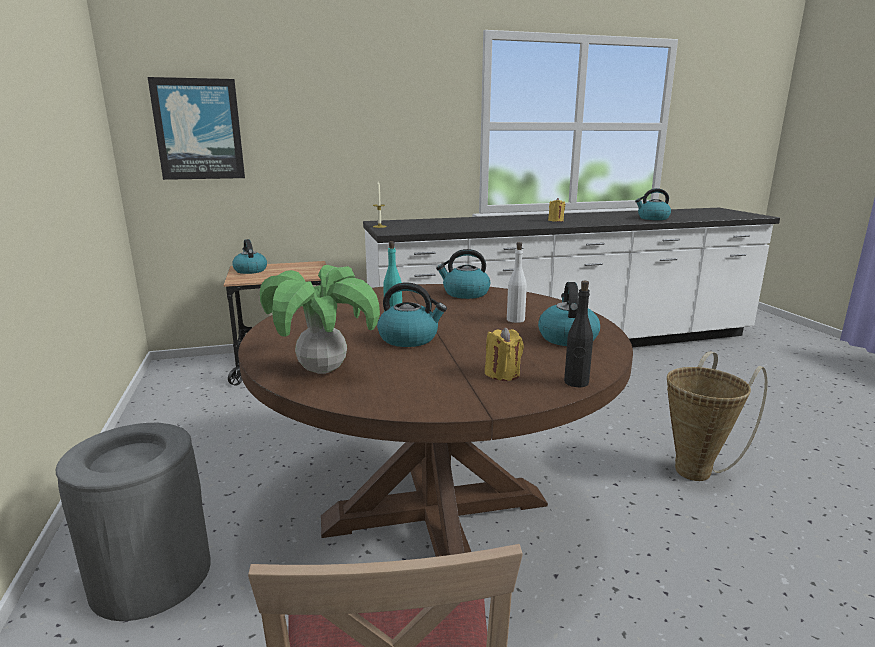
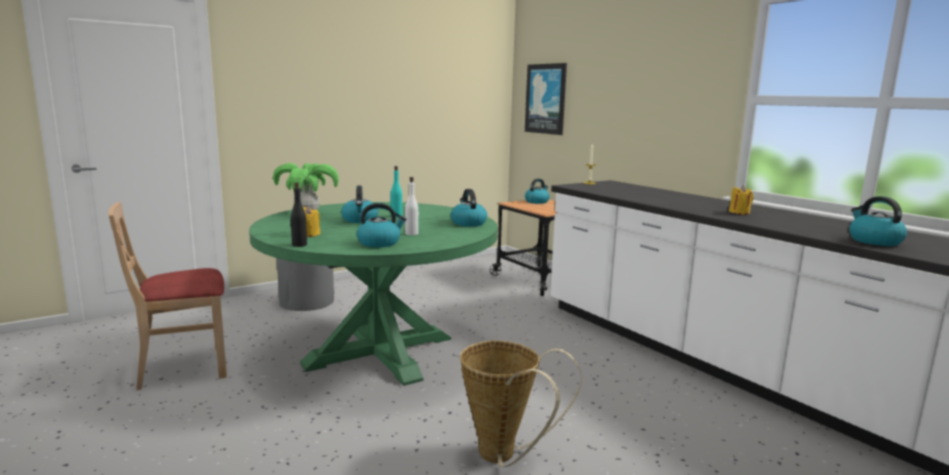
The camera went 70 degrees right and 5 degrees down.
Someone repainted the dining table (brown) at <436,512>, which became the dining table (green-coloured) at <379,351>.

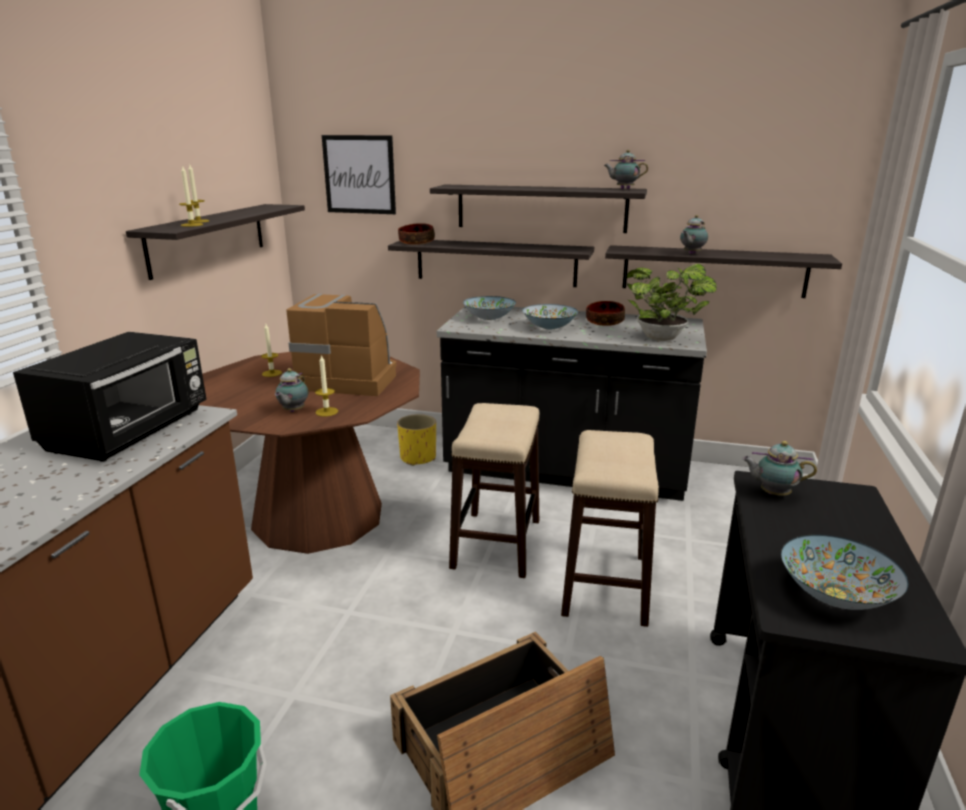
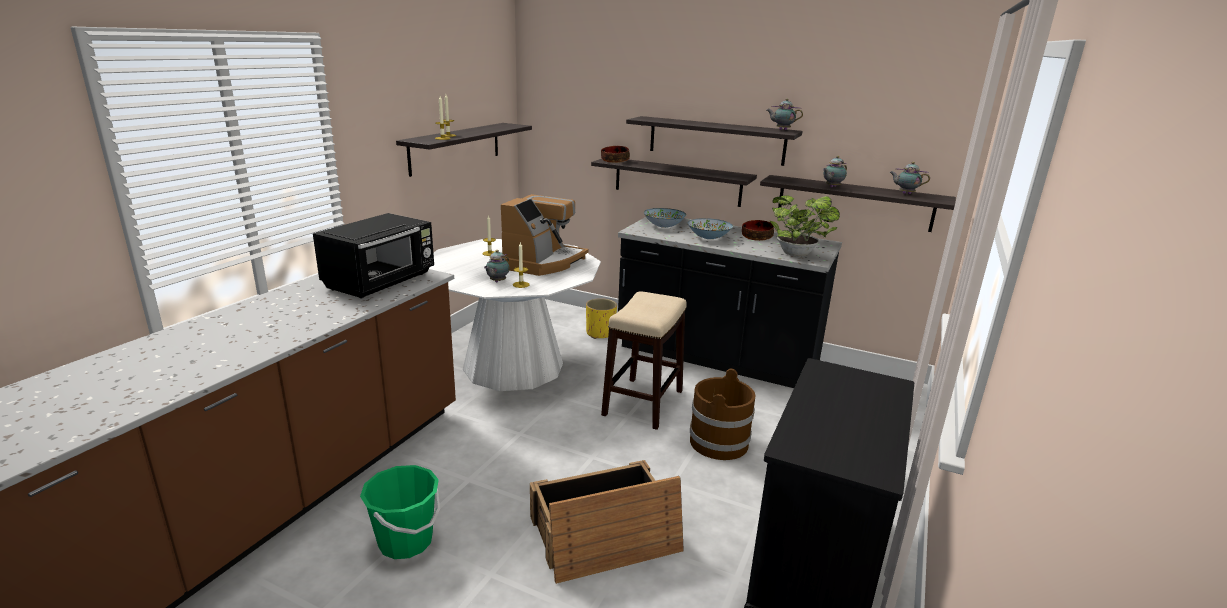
The camera went 10 degrees right and 0 degrees up.
Someone repainted the dining table (brown) at <318,516>, which became the dining table (whitish) at <513,366>.
Someone rotated the coffee maker at <347,379> by 90 degrees clockwise.
Someone swapped the stool seat at <605,584> for the water bucket (brown) at <718,442>.
Someone carried the pot for tea from <772,493> to <905,193>.
Someone took away the picture at <359,174>.
Someone took away the deep dish at <834,595>.

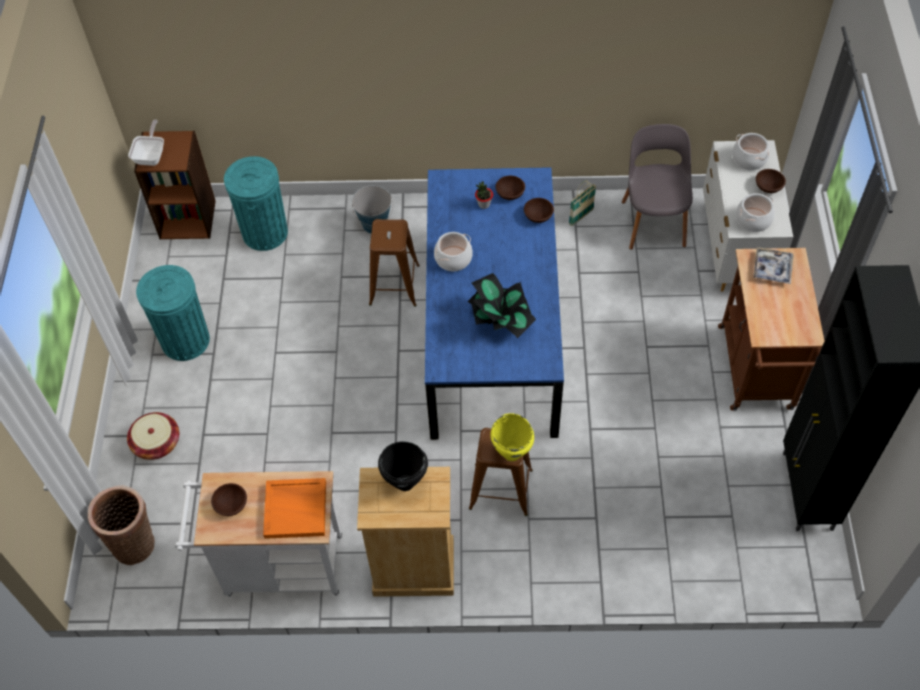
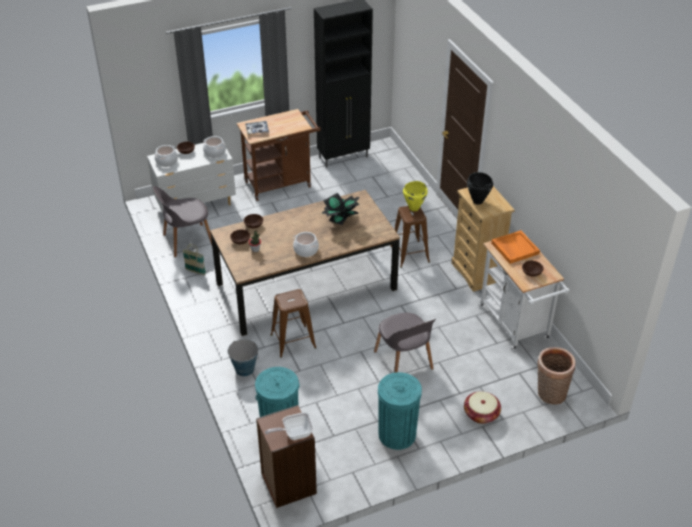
The camera went 115 degrees left and 15 degrees down.
Someone repainted the dining table (blue) at <491,330>, which became the dining table (brown) at <306,287>.
Someone put down the chair (greyish) at <404,361>.

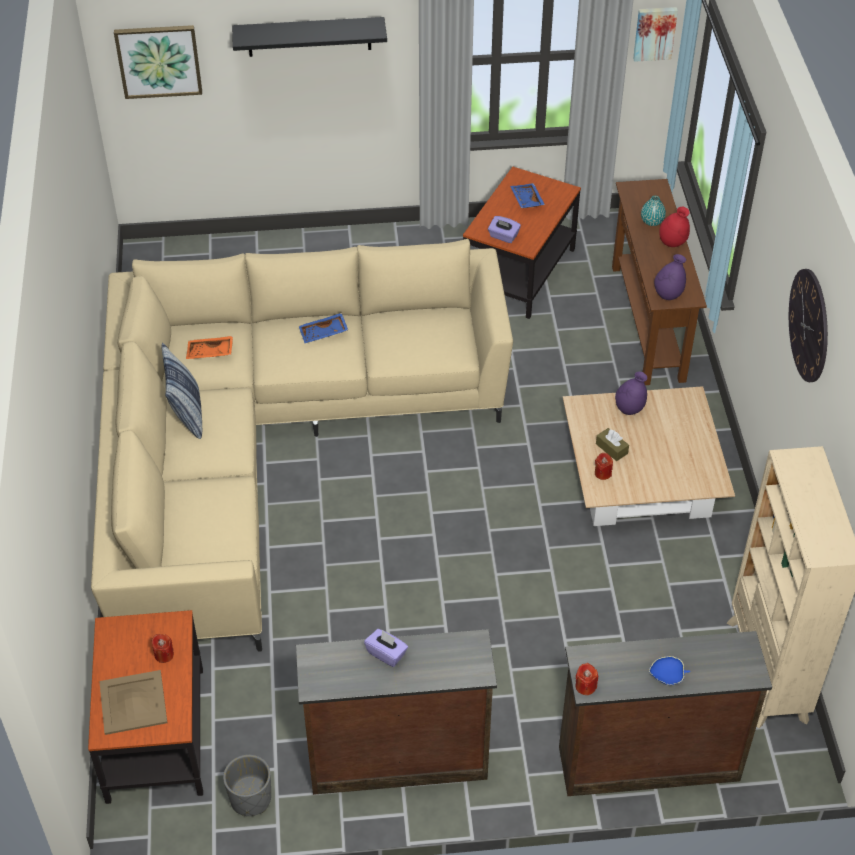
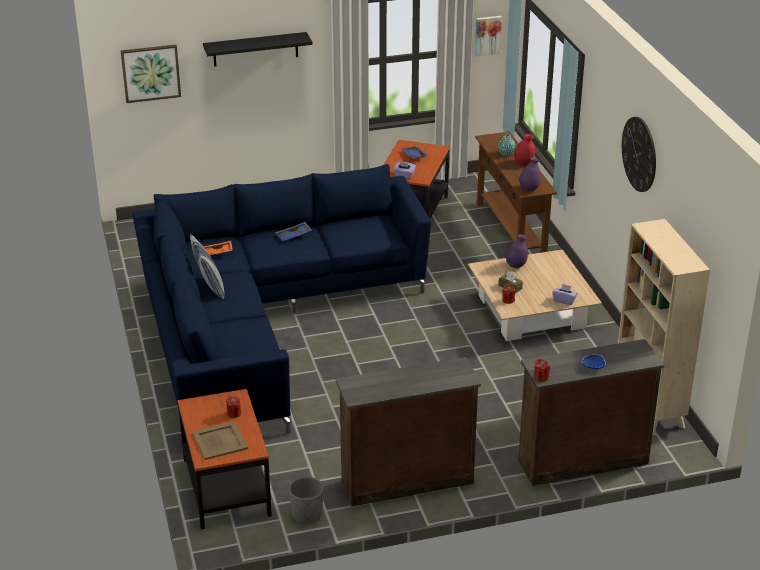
The camera went 10 degrees left and 15 degrees down.
Someone repainted the settee (sand-coloured) at <266,449>, which became the settee (blue) at <260,324>.
Someone carried the tissue box (purple-coloured) from <386,653> to <564,300>.

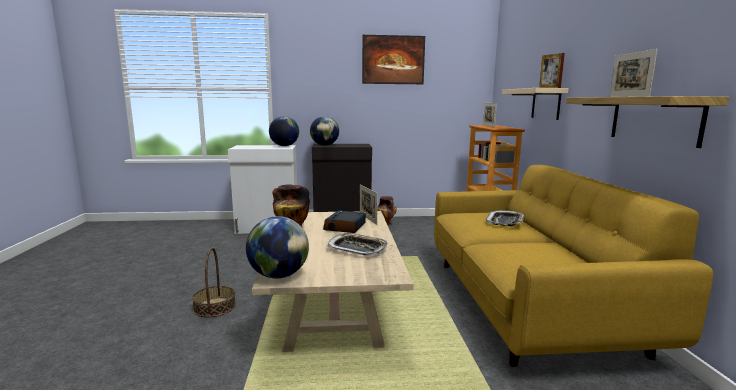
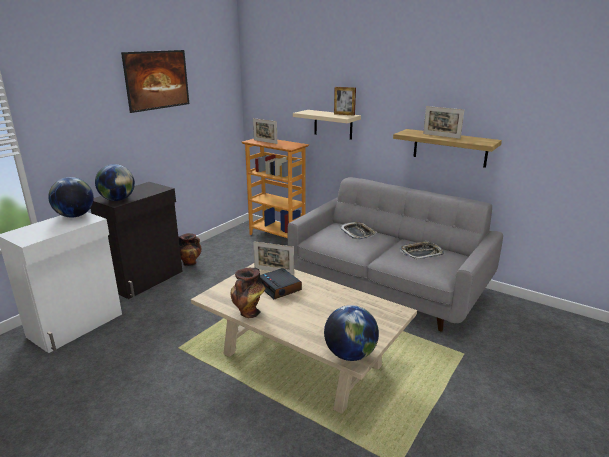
The camera went 50 degrees left and 10 degrees up.
Someone repainted the settee (yellow-coloured) at <526,303>, which became the settee (greyish) at <388,287>.
Someone carried the tray from <357,248> to <421,253>.
Someone took away the basket at <214,307>.

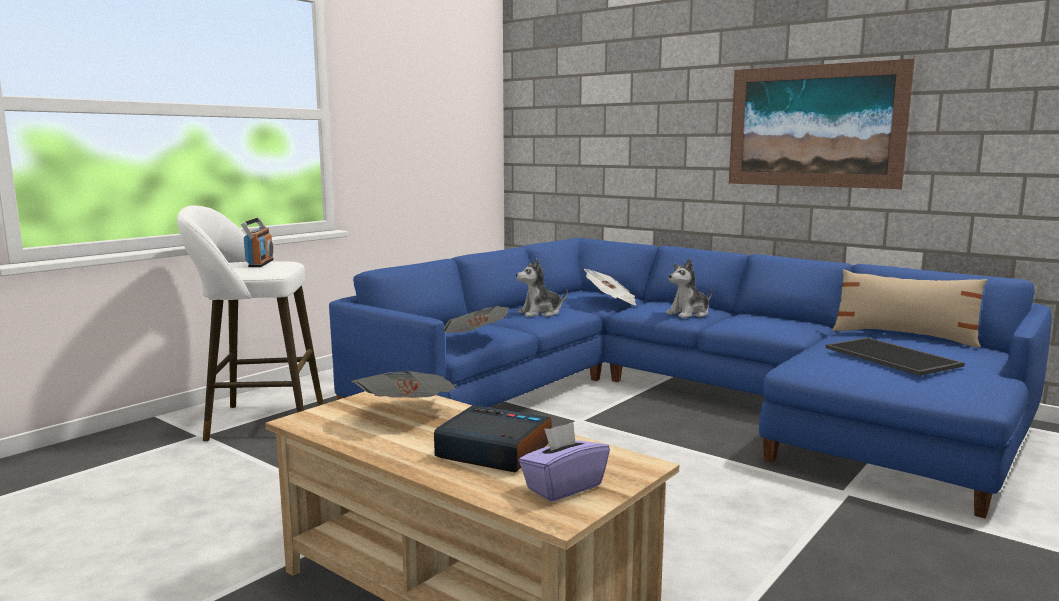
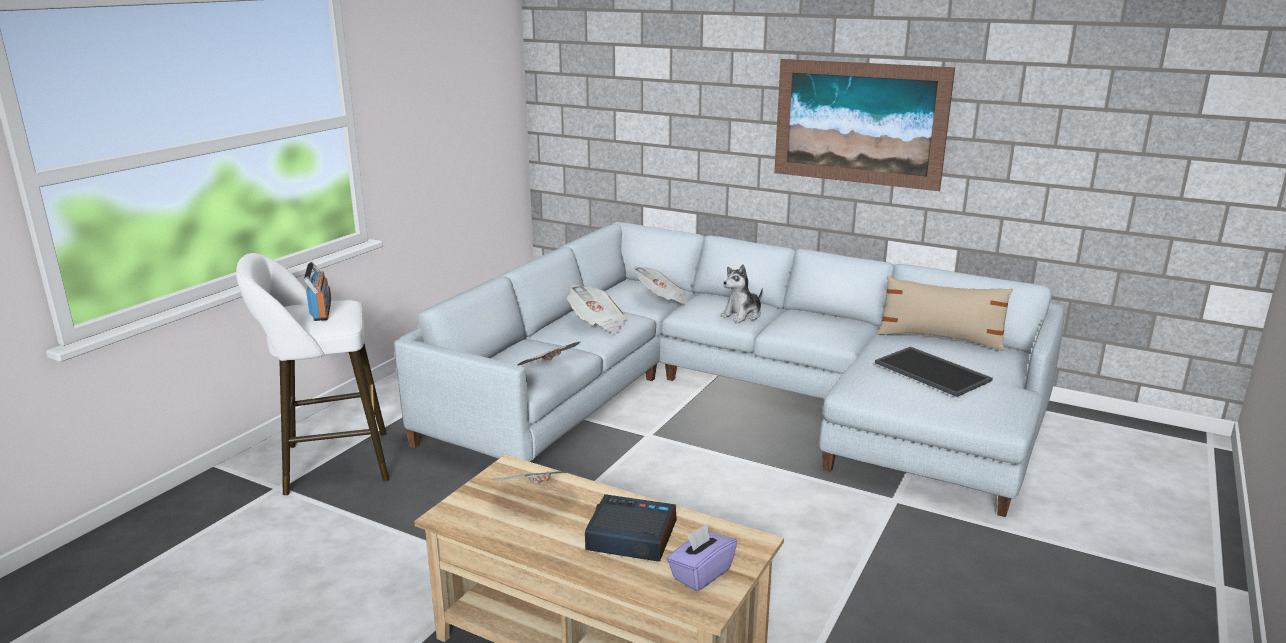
The camera went 10 degrees left and 10 degrees up.
Someone repainted the settee (blue) at <678,398>, which became the settee (greyish) at <734,398>.
Someone swapped the cuddly toy at <540,313> for the newspaper at <598,324>.

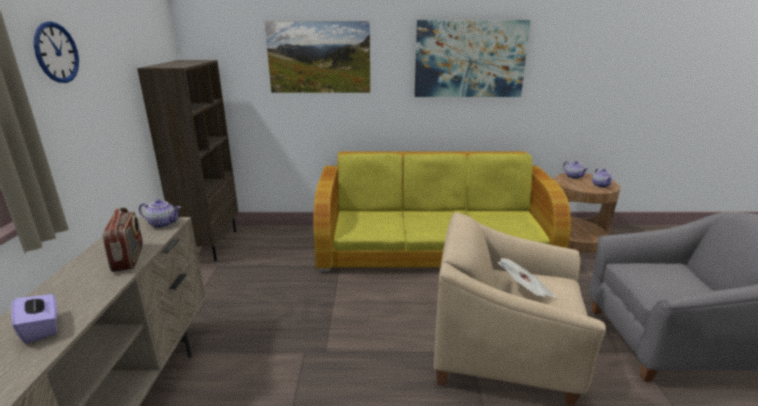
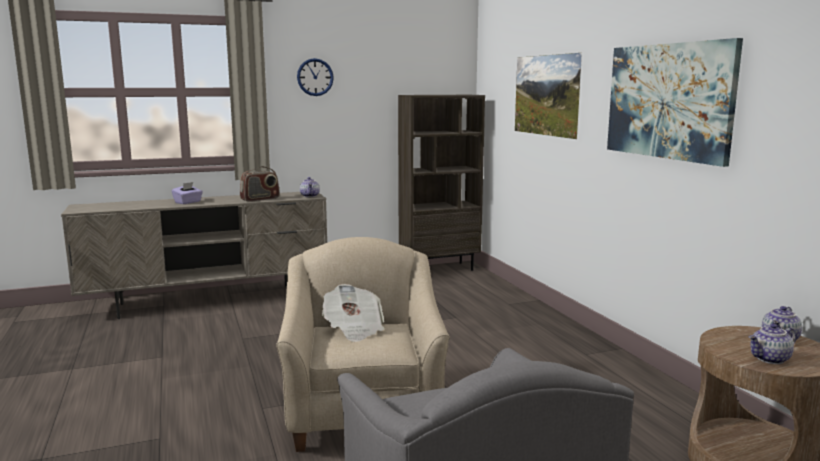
The camera went 70 degrees right and 10 degrees down.
Someone took away the settee (green-coloured) at <433,248>.

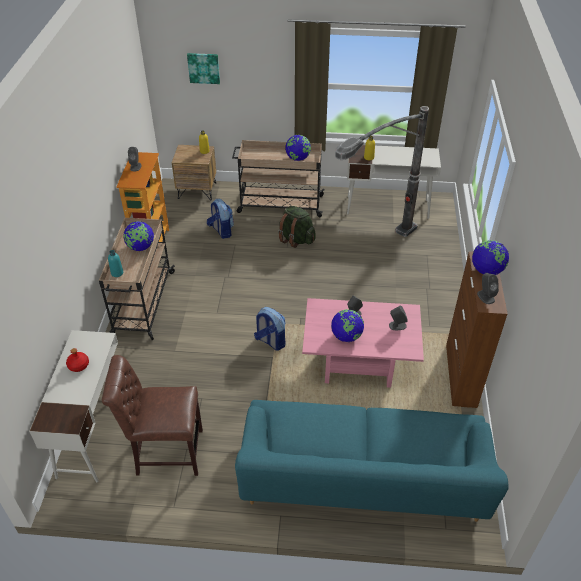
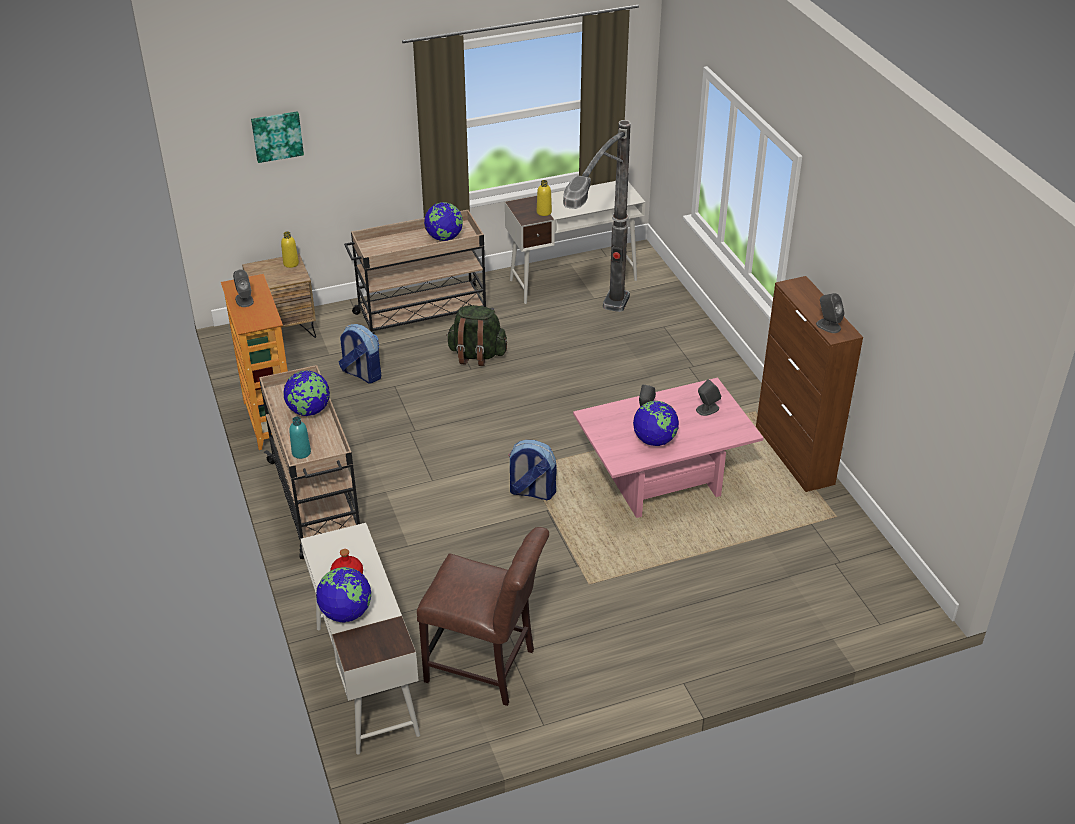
The camera went 25 degrees left and 5 degrees down.
Someone carried the desk globe from <486,271> to <346,613>.
Someone rotated the chair (brown) at <165,451> by 135 degrees counterclockwise.
Someone took away the settee (turquoise-coloured) at <362,478>.

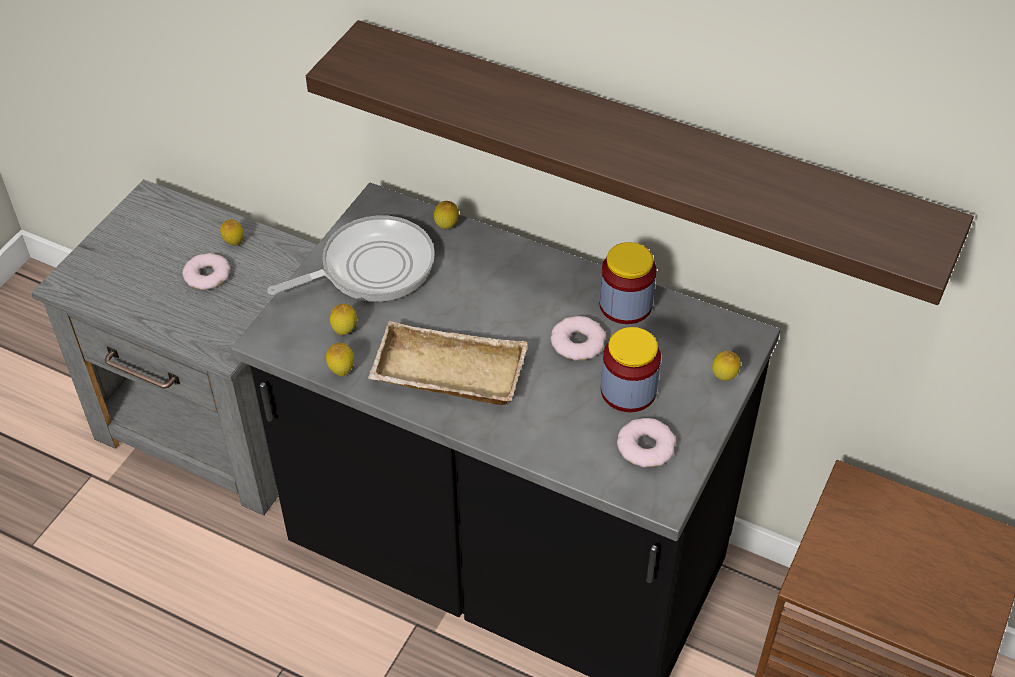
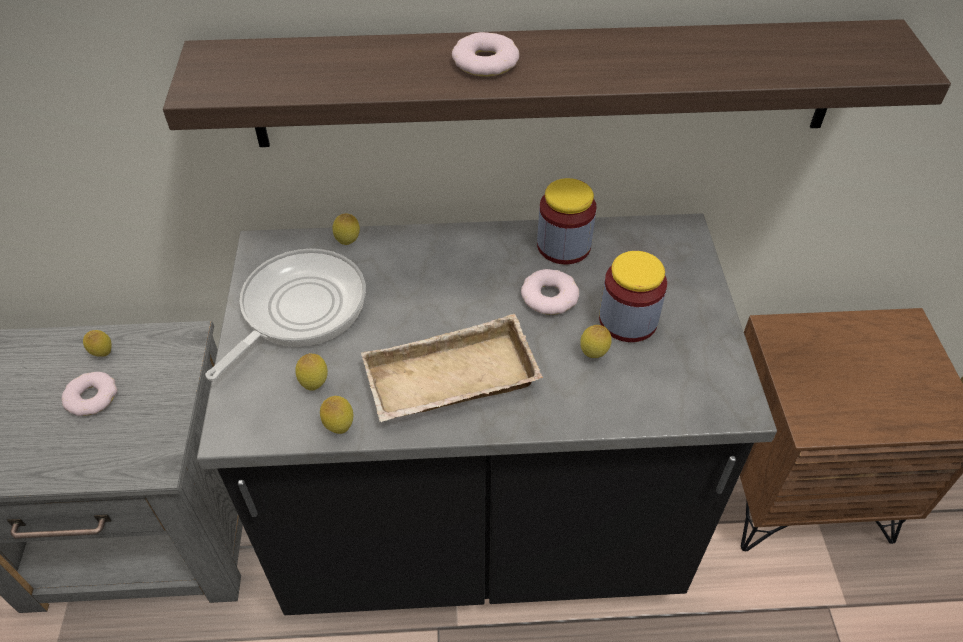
The camera went 30 degrees left and 0 degrees up.
Someone carried the doughnut from <645,446> to <485,61>.
Someone carried the whole lemon from <723,378> to <593,355>.

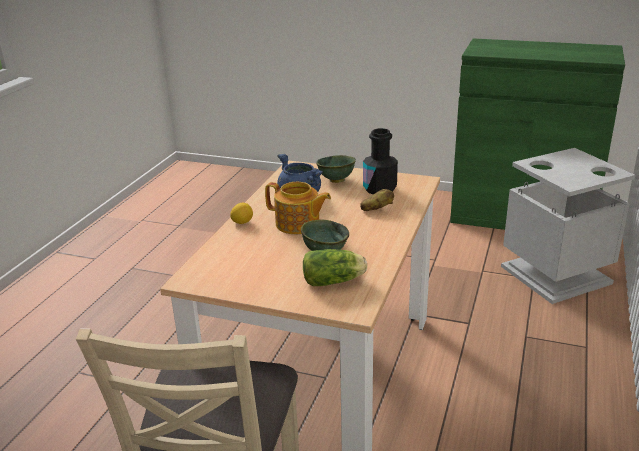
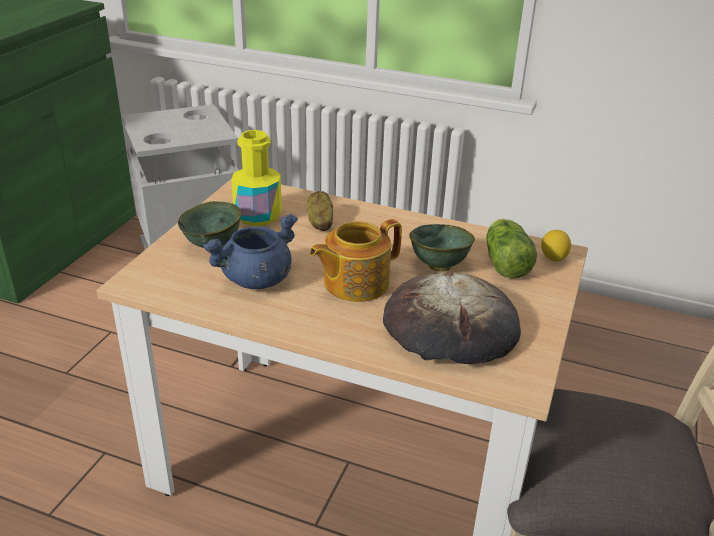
The camera went 90 degrees left and 5 degrees up.
Someone repainted the beverage bottle (black) at <379,189>, which became the beverage bottle (yellow-coloured) at <258,216>.
Someone rotated the pot for tea at <298,224> by 150 degrees counterclockwise.
Someone put down the bread at <450,327>.
Someone carried the whole lemon from <242,222> to <553,258>.

